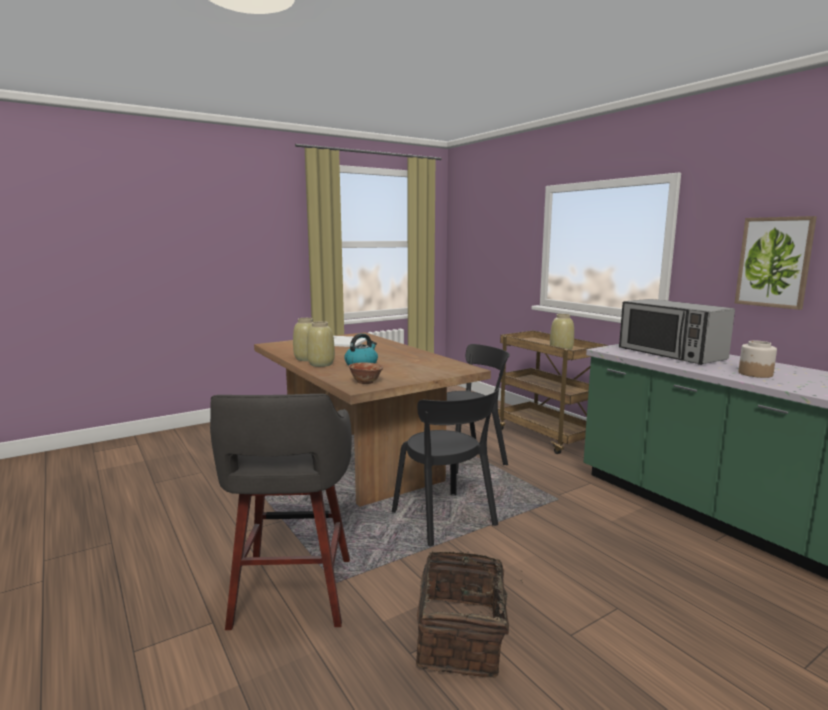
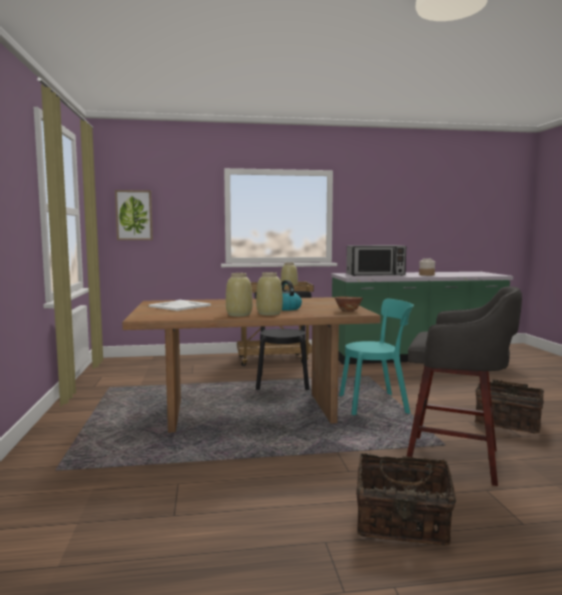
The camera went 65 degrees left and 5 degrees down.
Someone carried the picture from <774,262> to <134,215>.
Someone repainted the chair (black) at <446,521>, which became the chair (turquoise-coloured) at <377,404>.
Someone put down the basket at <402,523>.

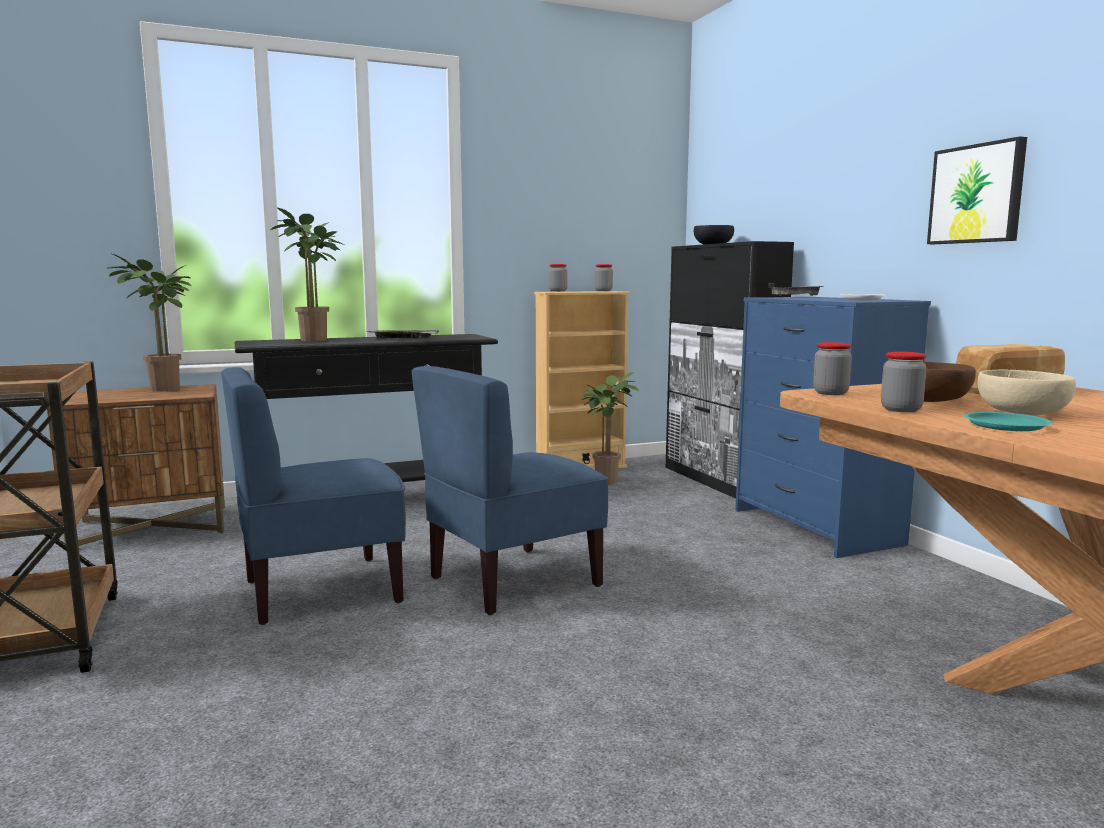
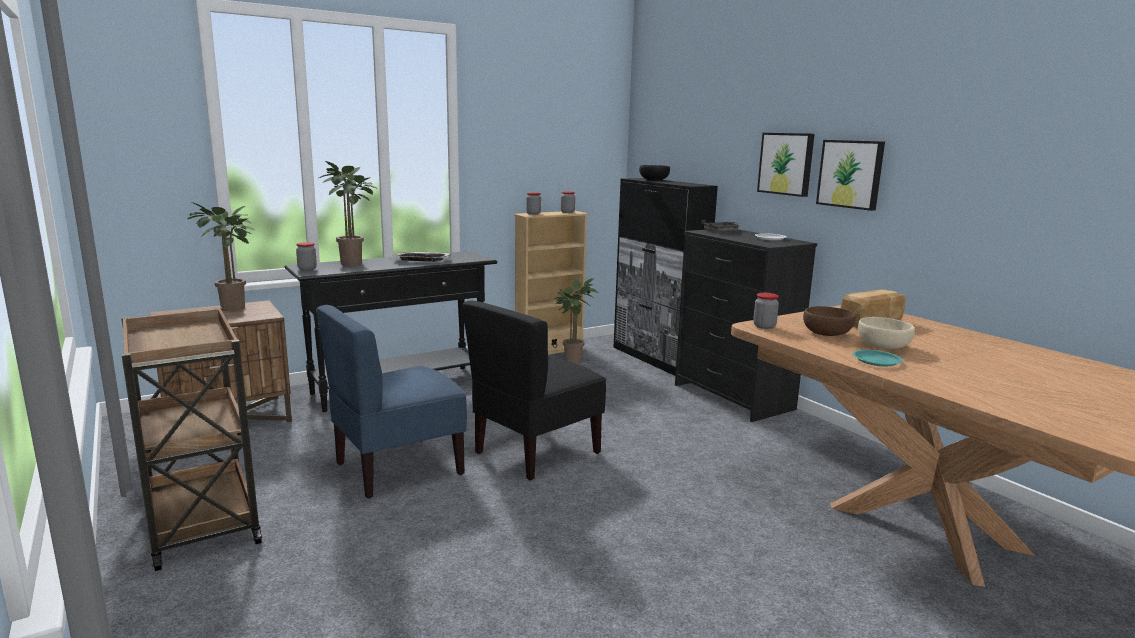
The camera went 10 degrees left and 5 degrees up.
Someone carried the storage jar from <901,409> to <307,269>.
Someone repainted the chair (blue) at <513,581>, which became the chair (black) at <535,452>.
Someone repainted the dresser (blue) at <814,527>, which became the dresser (black) at <732,397>.
Someone put up the picture at <786,163>.

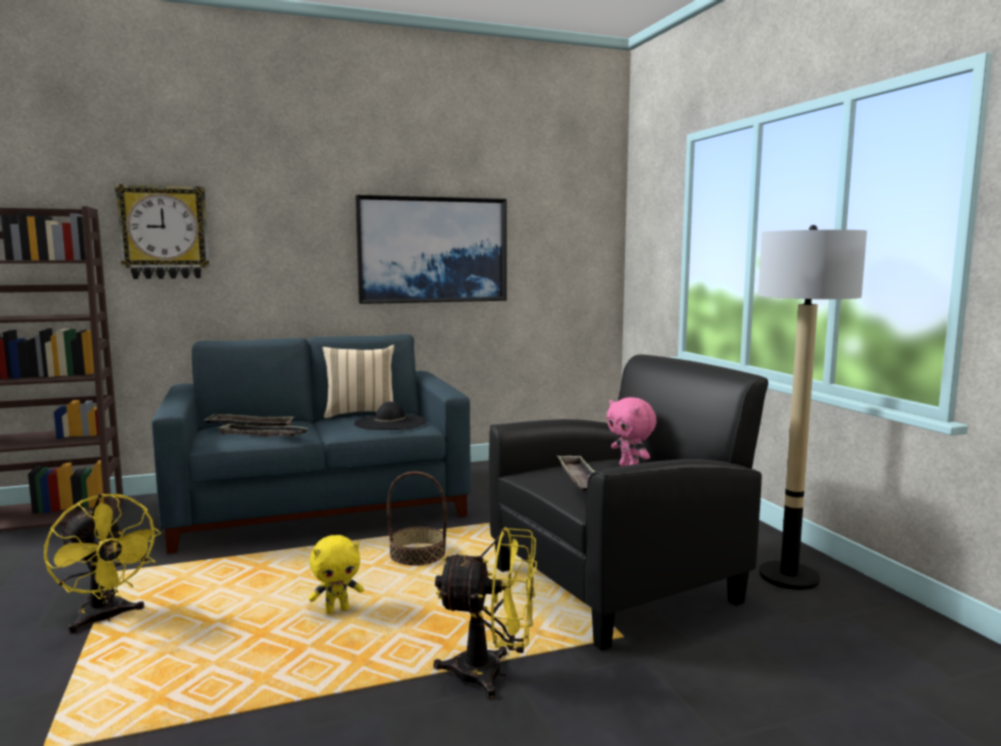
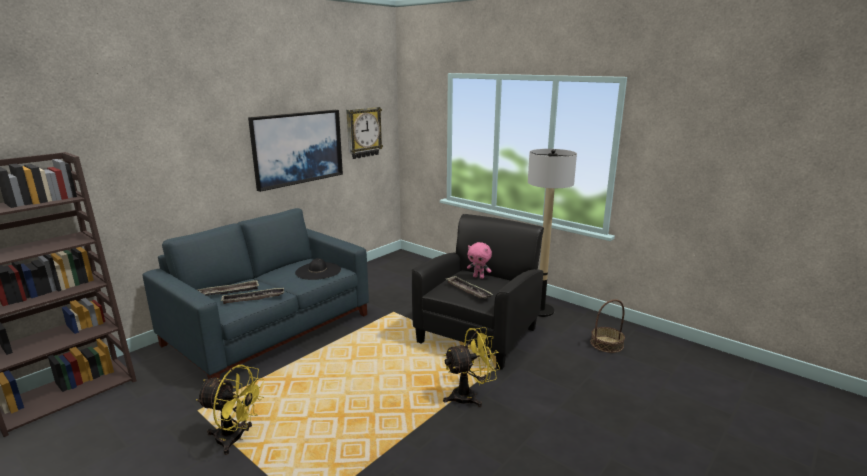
The camera went 30 degrees left and 10 degrees up.
Someone carried the wall clock from <164,232> to <363,132>.
Someone carried the basket from <417,555> to <606,344>.
Someone took away the cuddly toy (yellow-coloured) at <337,610>.
Someone took away the pillow (sand-coloured) at <361,413>.

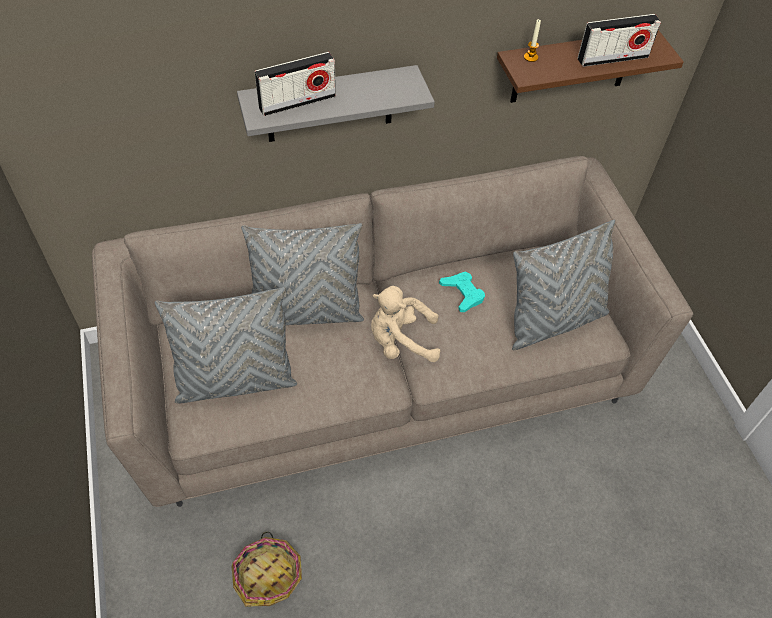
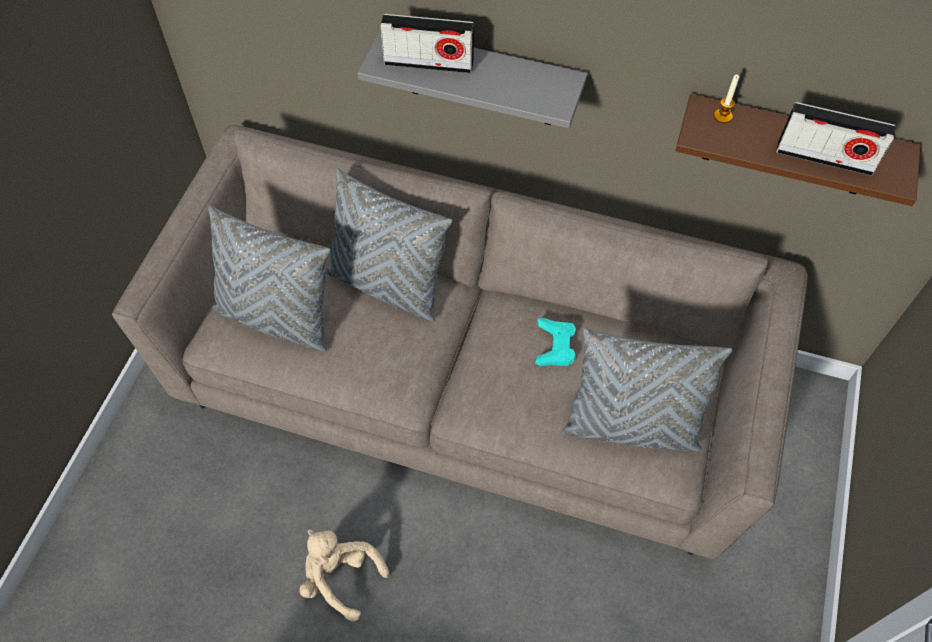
The camera went 35 degrees right and 5 degrees up.
Someone carried the cuddly toy (sand-coloured) from <401,341> to <340,577>.
Someone took away the basket at <268,575>.

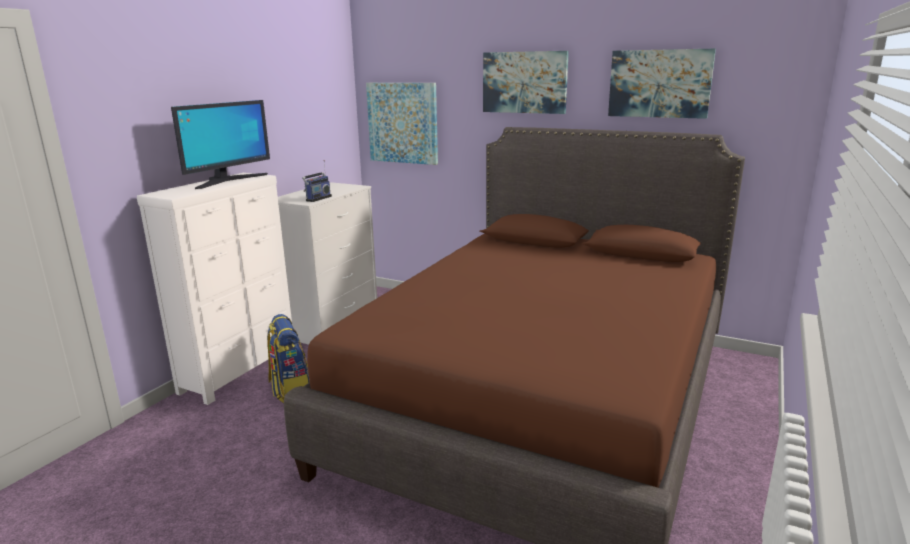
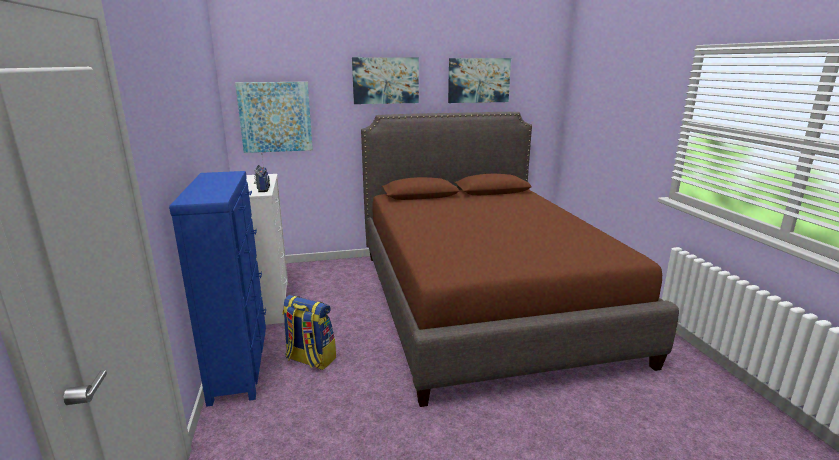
The camera went 40 degrees left and 0 degrees up.
Someone repainted the dresser (whitish) at <241,371>, which became the dresser (blue) at <240,365>.
Someone took away the computer display at <227,181>.

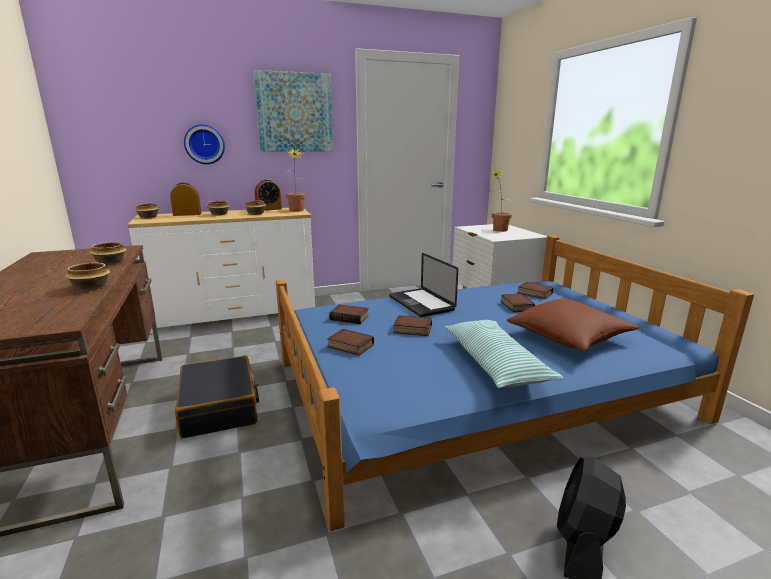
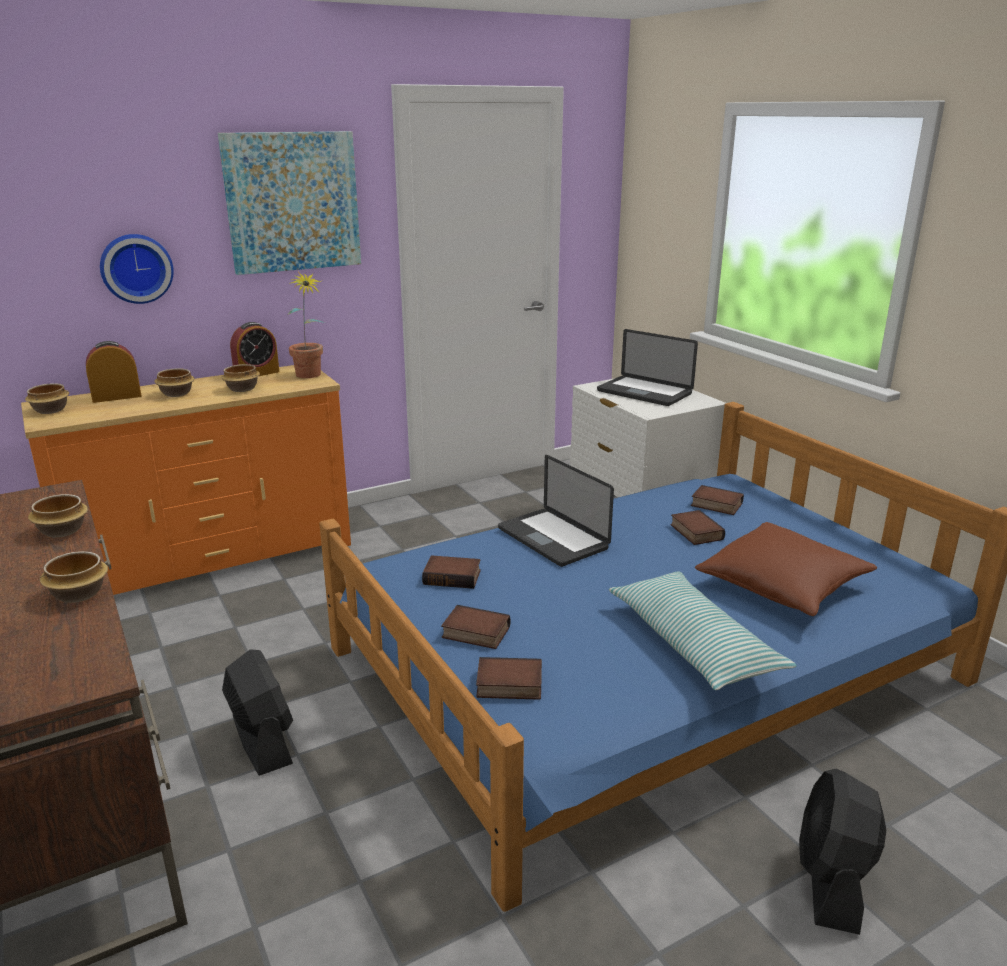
The camera went 10 degrees left and 5 degrees up.
Someone repainted the dresser (whitish) at <236,314>, which became the dresser (orange) at <211,559>.
Someone swapped the suitcase (black) at <220,407> for the cooling fan (black) at <262,740>.
Someone carried the book from <412,330> to <508,685>.
Someone swapped the houseplant at <497,230> for the notebook computer at <644,392>.

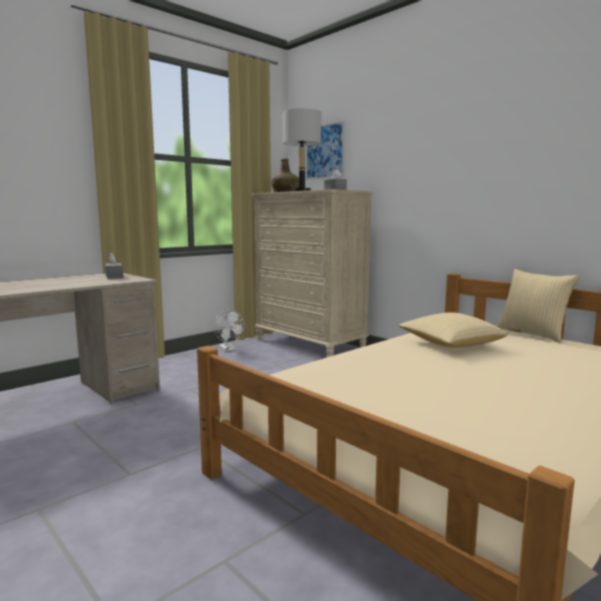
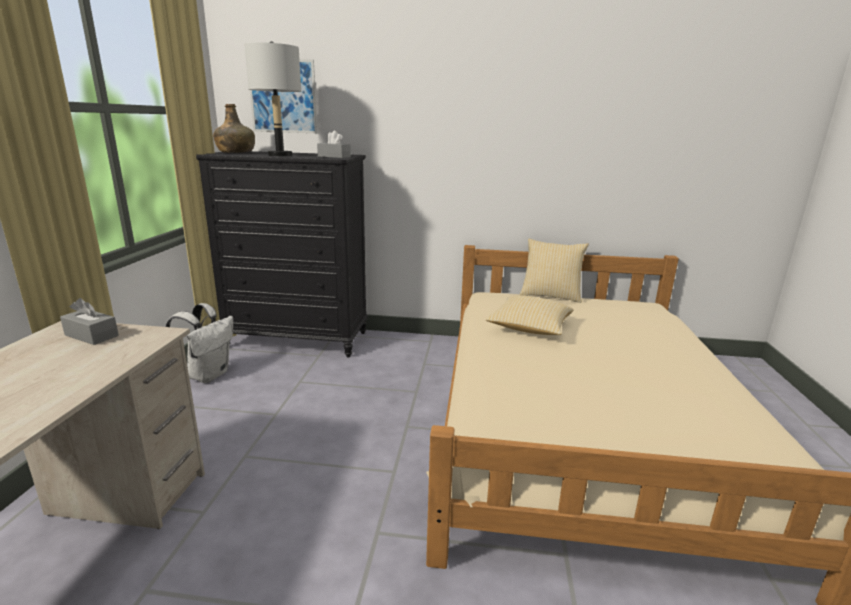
The camera went 40 degrees left and 10 degrees up.
Someone swapped the cooling fan (whitish) at <228,349> for the rucksack (whitish) at <208,375>.
Someone repainted the dresser (sand-coloured) at <309,344>, which became the dresser (black) at <298,339>.

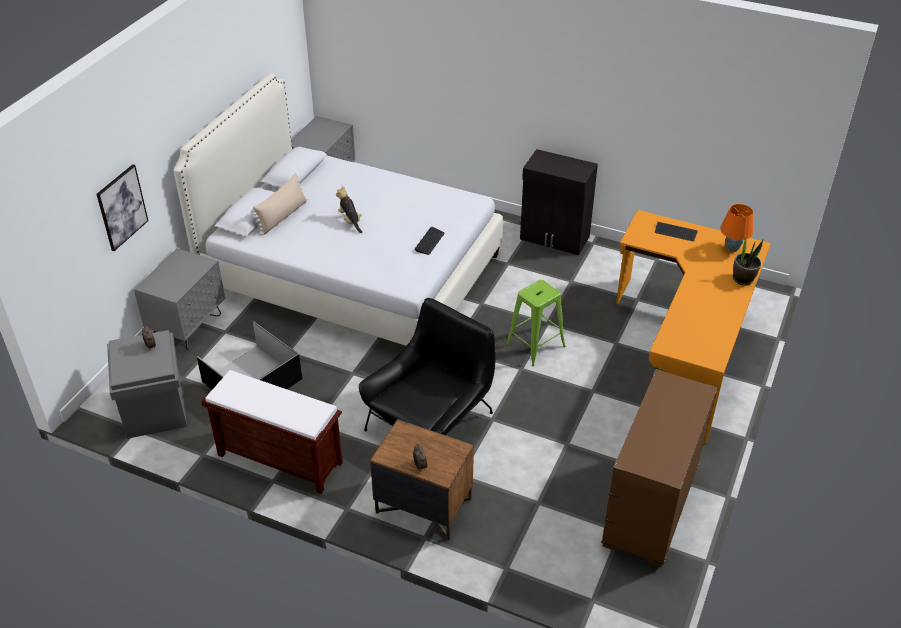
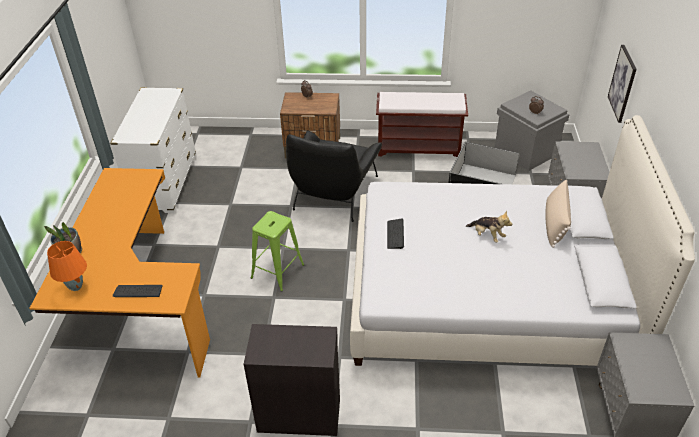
The camera went 160 degrees right and 0 degrees up.
Someone repainted the dresser (brown) at <651,506>, which became the dresser (whitish) at <165,183>.

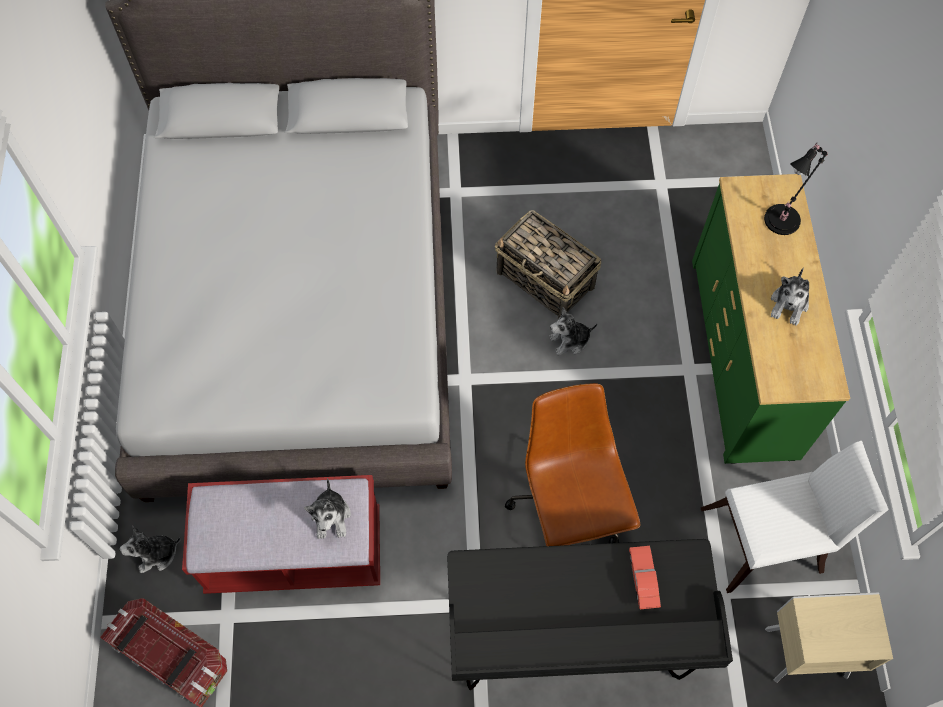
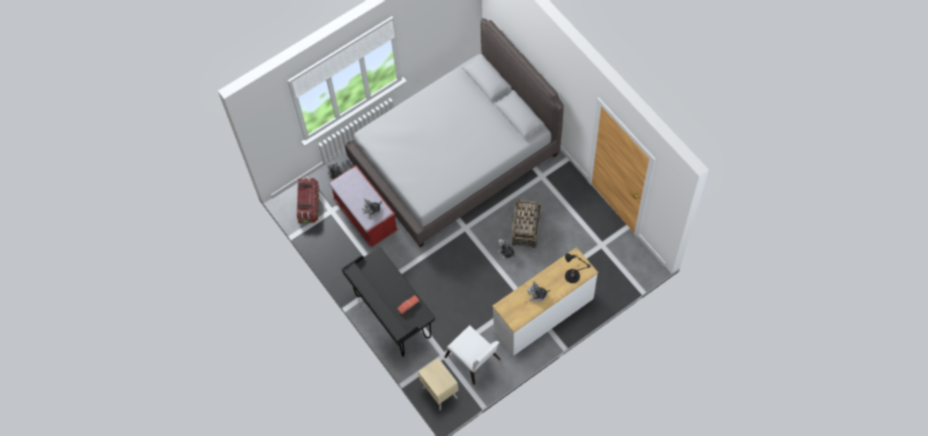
The camera went 60 degrees right and 0 degrees up.
Someone repainted the dresser (green-coloured) at <744,356>, which became the dresser (whitish) at <544,315>.
Someone took away the desk chair (brown) at <569,510>.

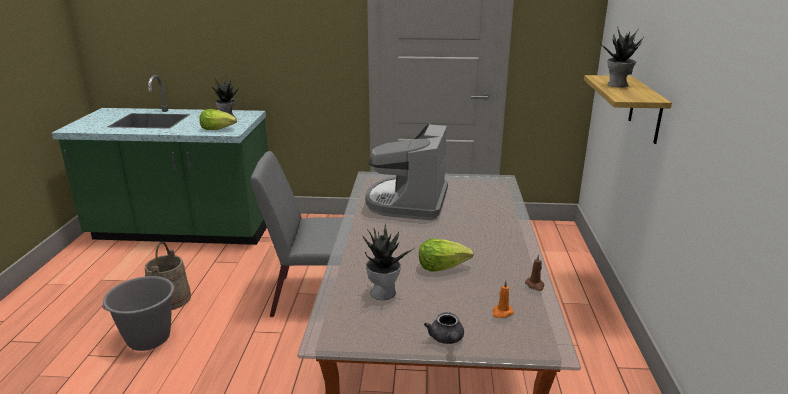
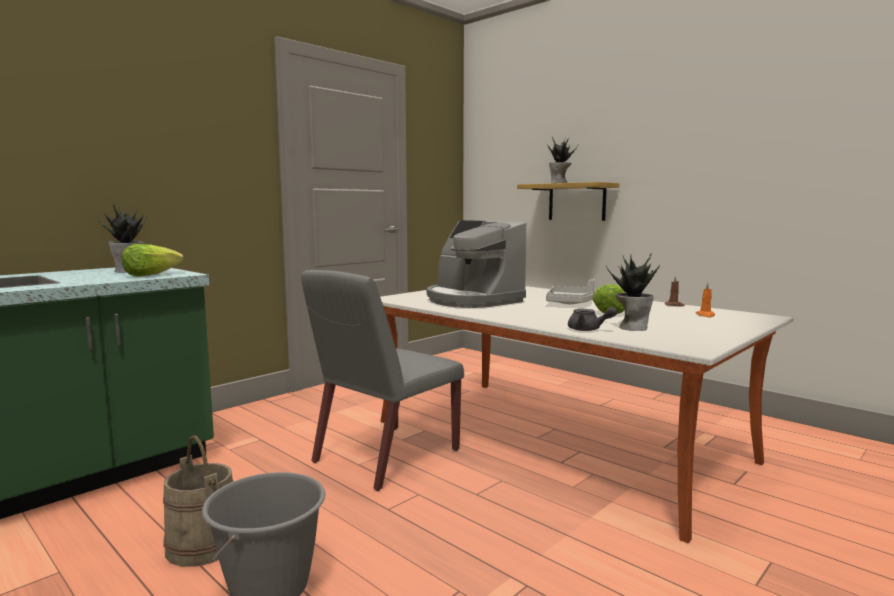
The camera went 50 degrees left and 15 degrees down.
Someone put down the tray (greyish) at <570,303>.
Someone carried the pot for tea (greyish) from <447,339> to <588,330>.

